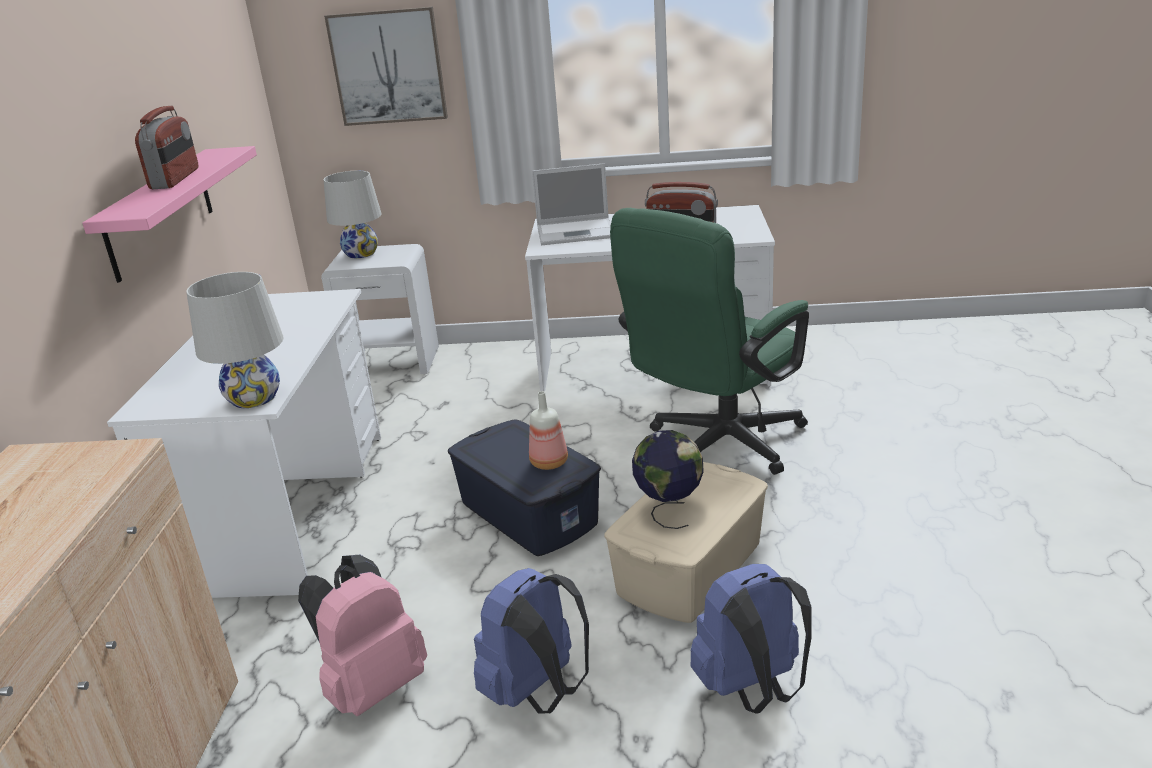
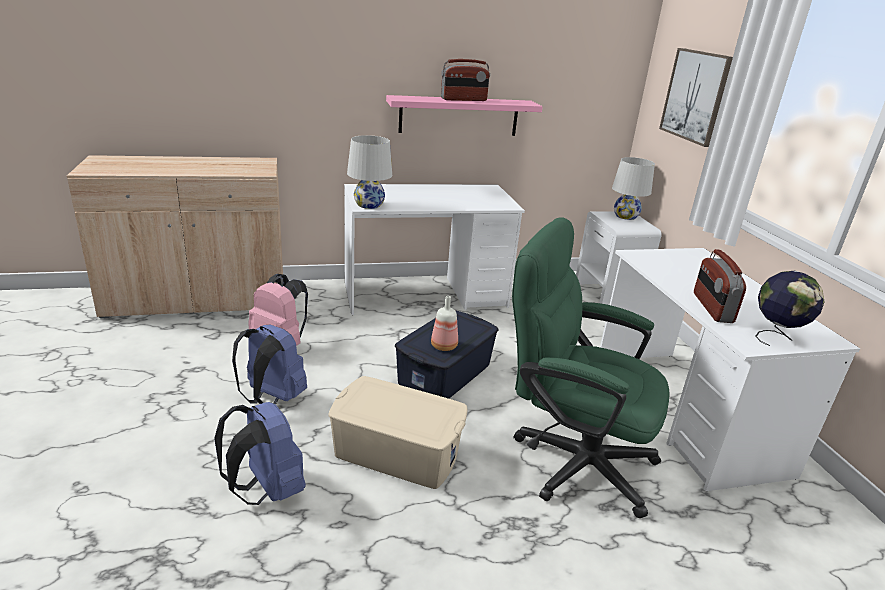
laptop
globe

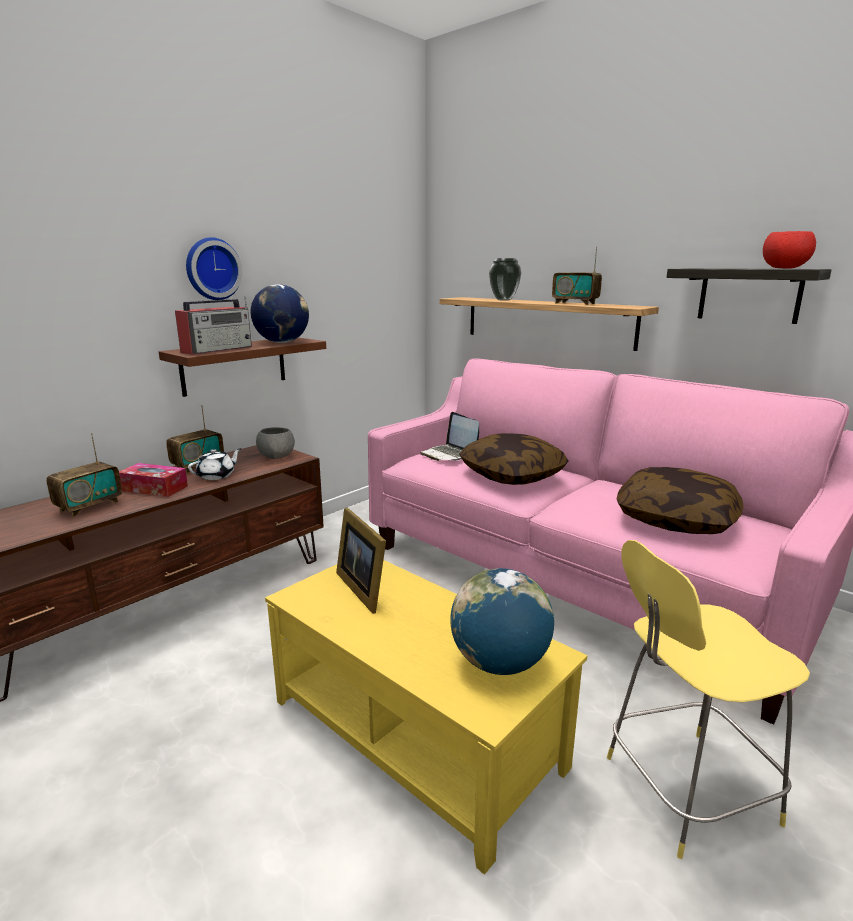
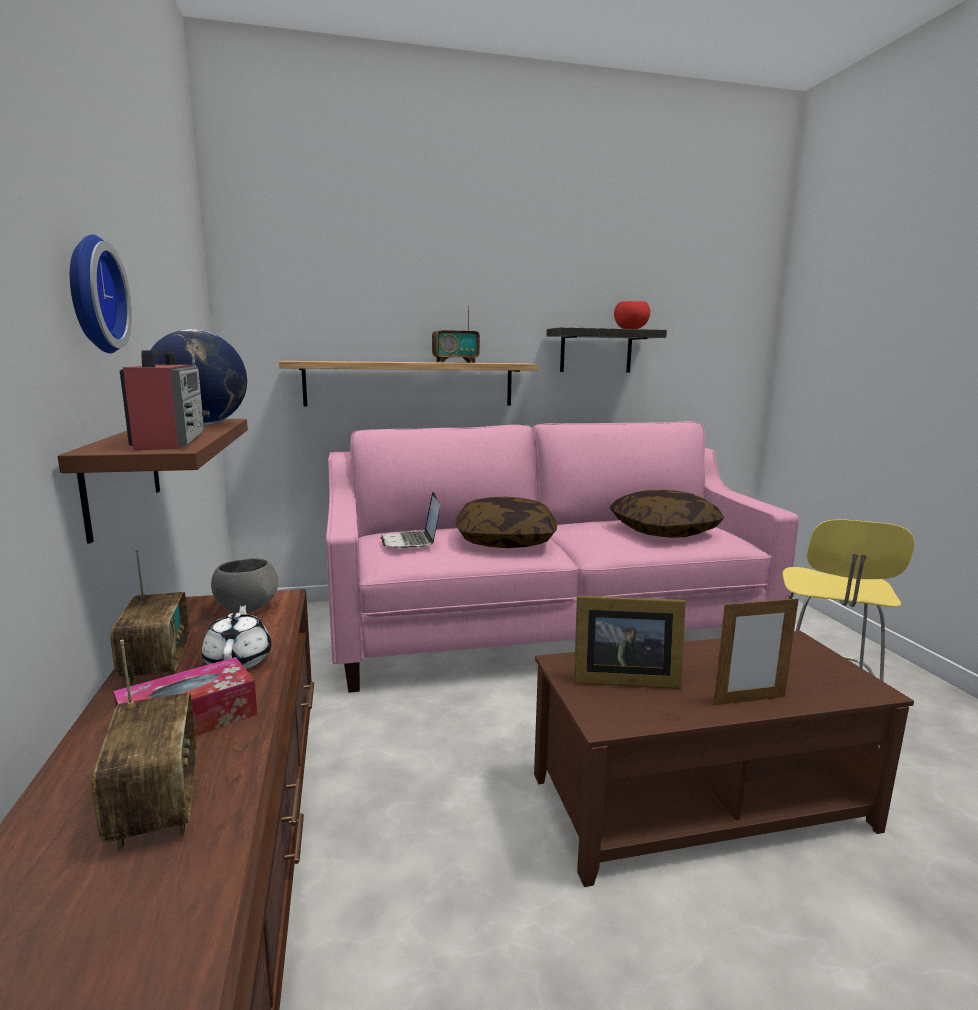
globe (2nd from left in the first image)
vase
picture frame (2nd from left)
coffee table in brown
laptop

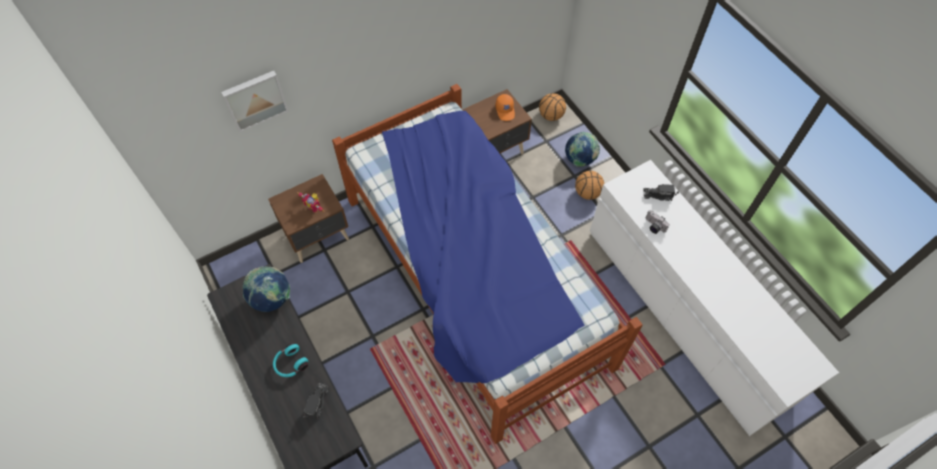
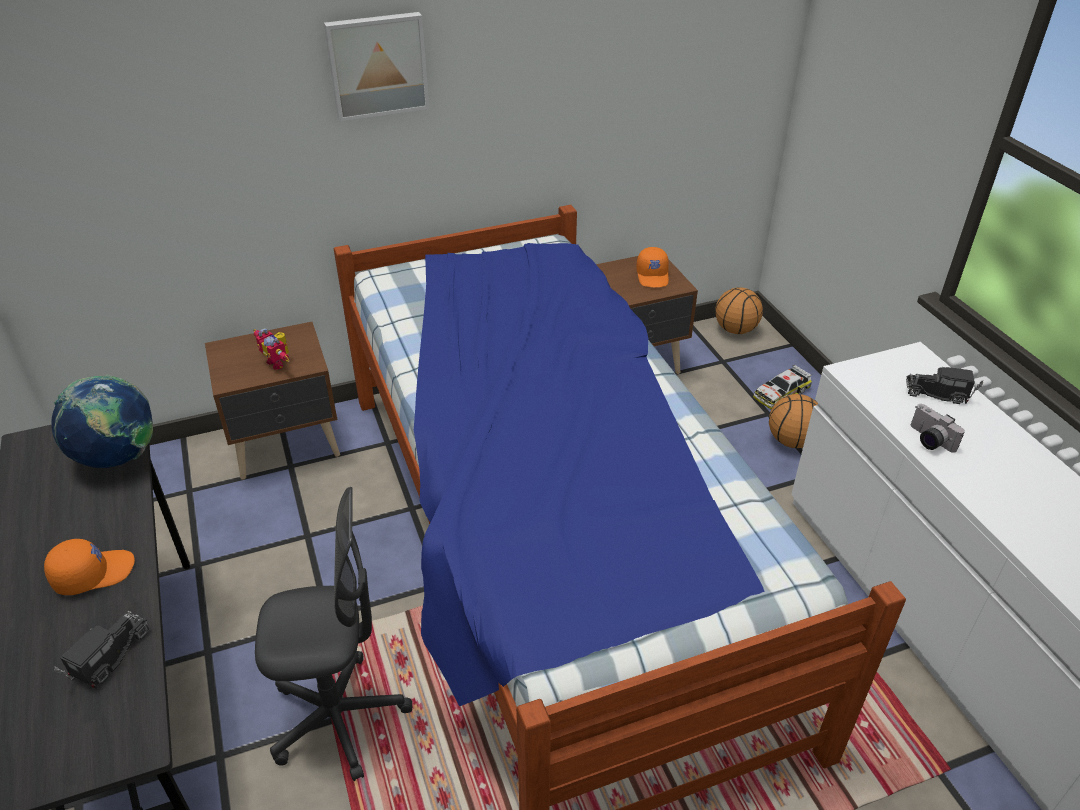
office chair in grey
picture
cap in orange (1st from left)
toy car

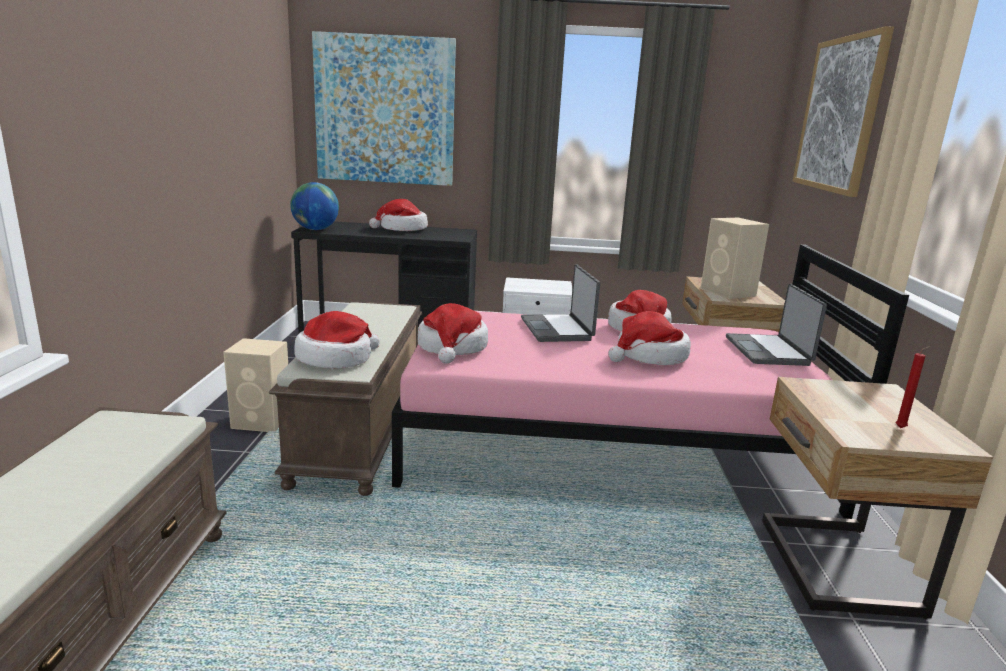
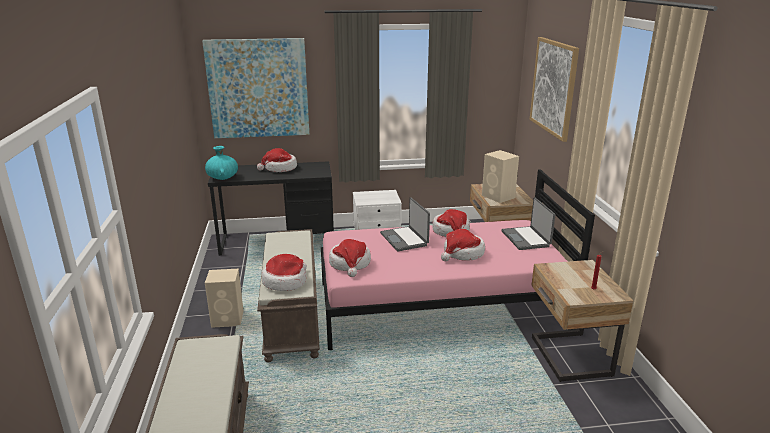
vase in turquoise

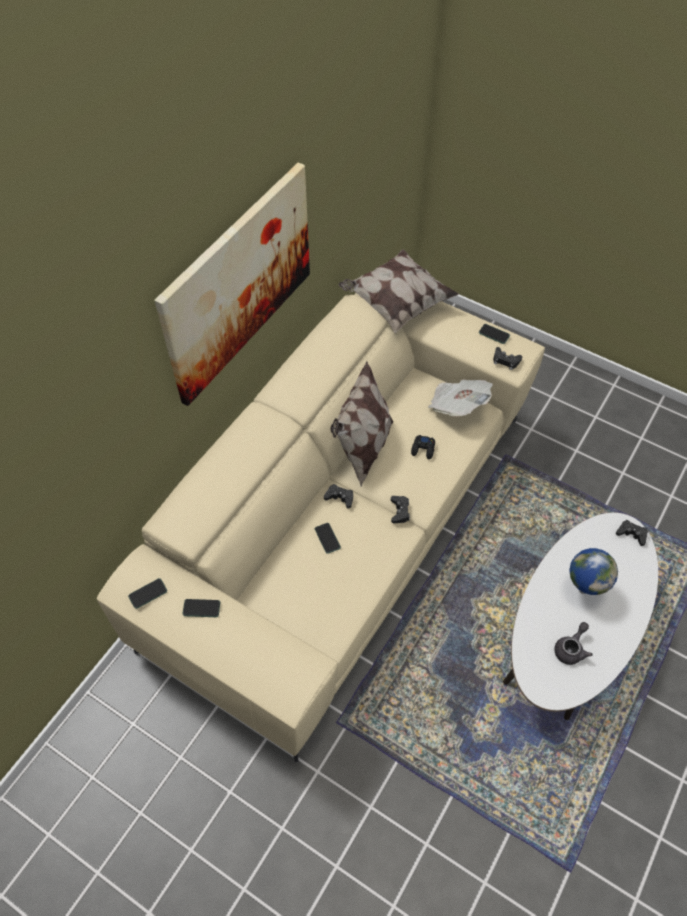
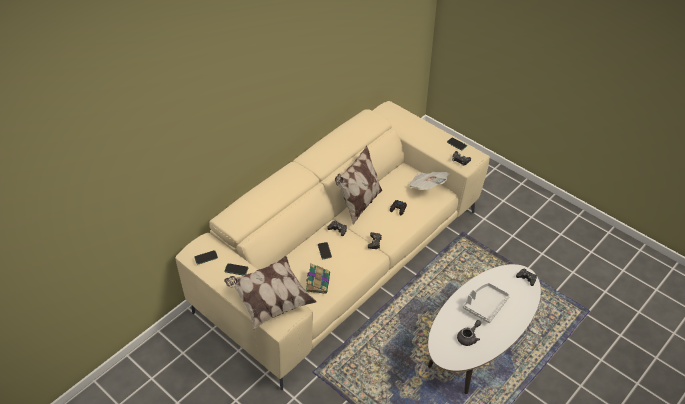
picture
book
pillow (1st from left)
tray in grey

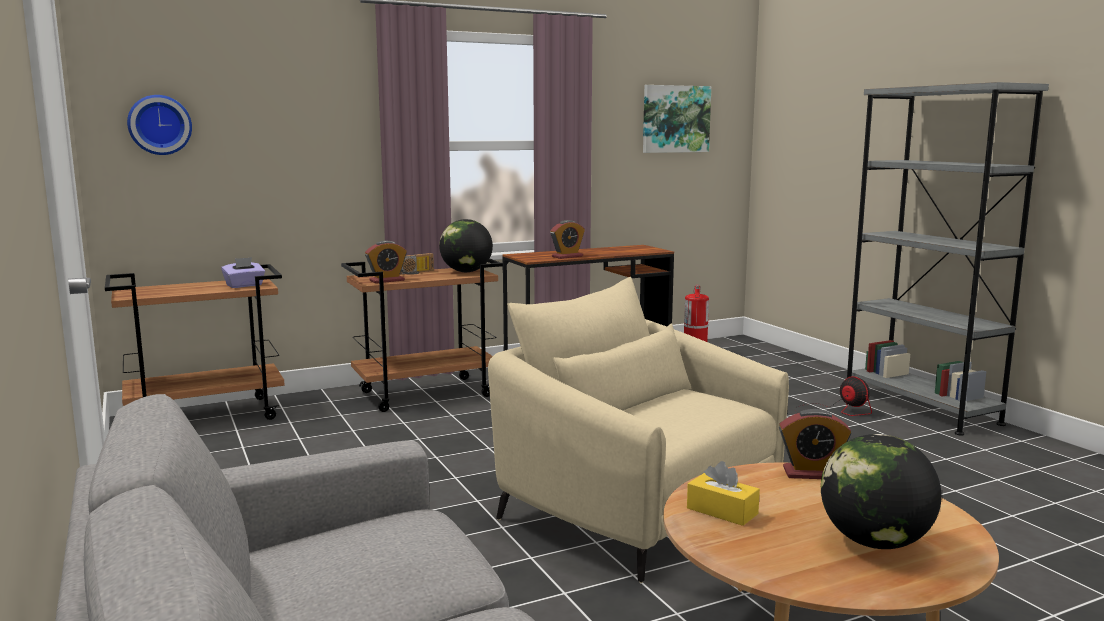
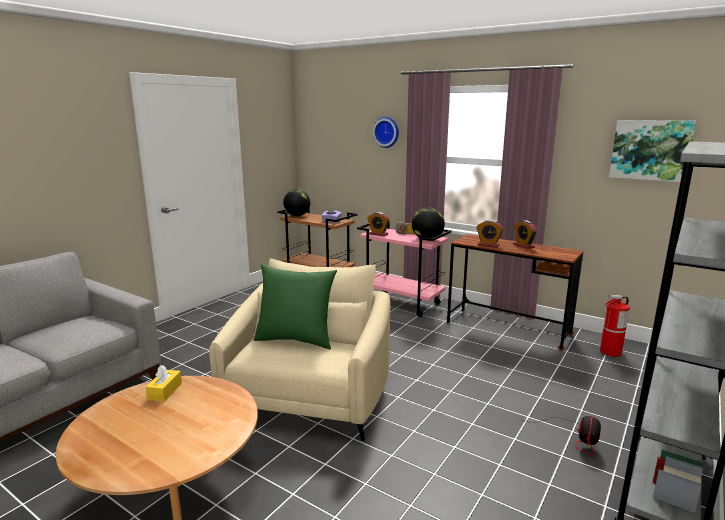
pillow in green
wall clock
alarm clock (3rd from left)
globe (1st from left)
cart in pink

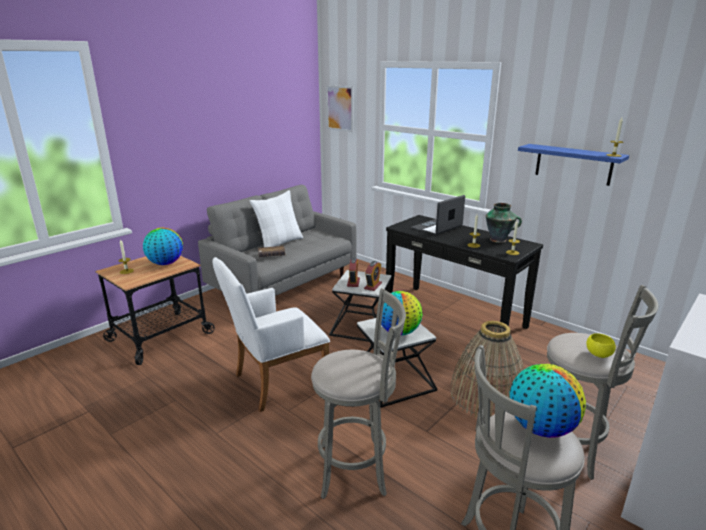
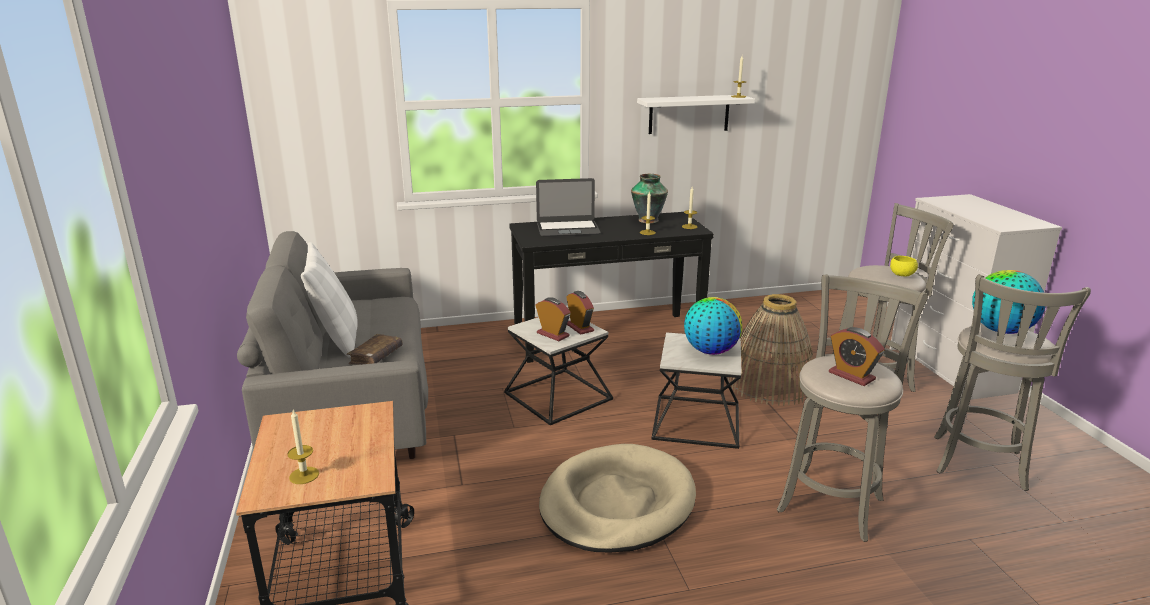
globe (1st from left in the first image)
picture
alarm clock (3rd from left)
dog bed in beige
shelf in white
laptop

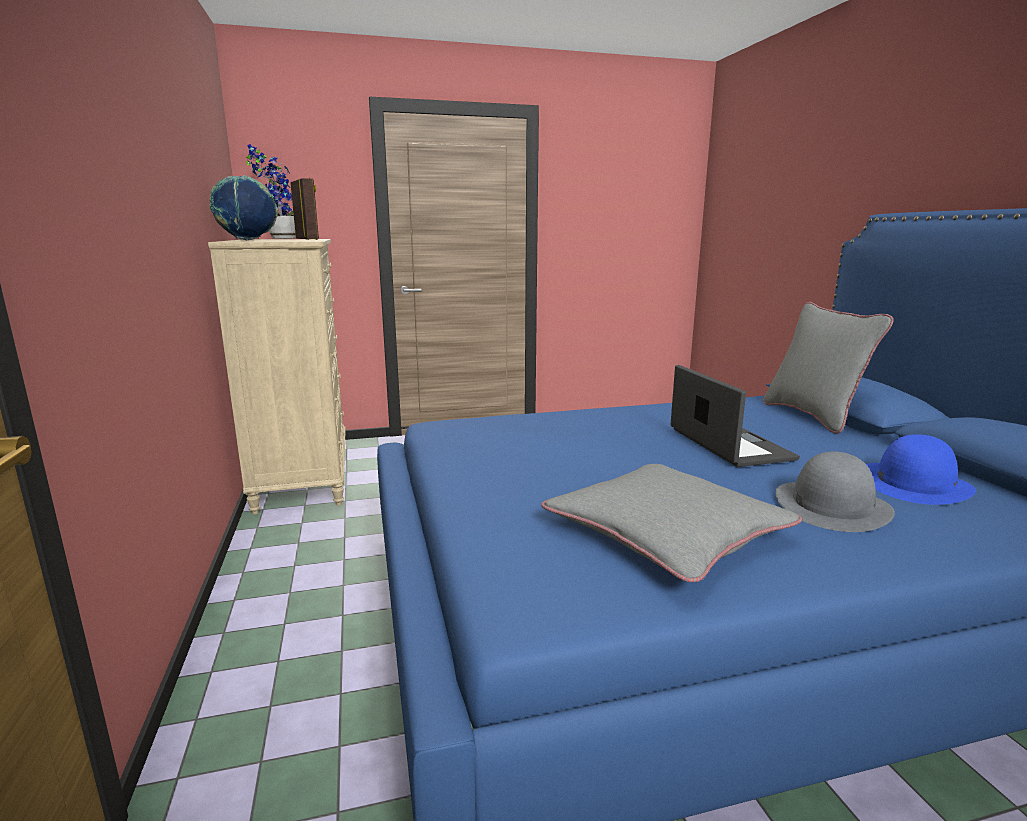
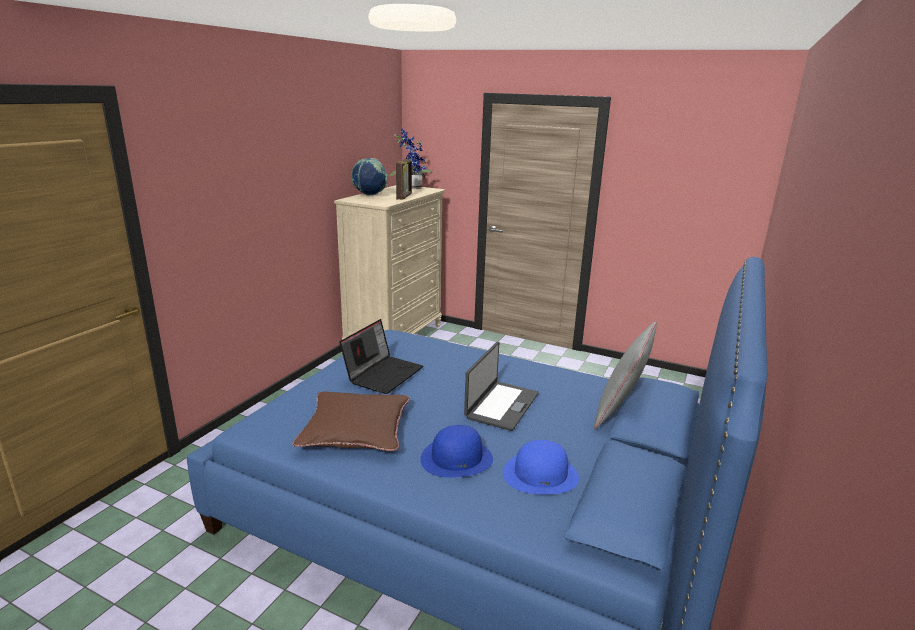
laptop (1st from left)
pillow in brown
hat in blue (1st from left)

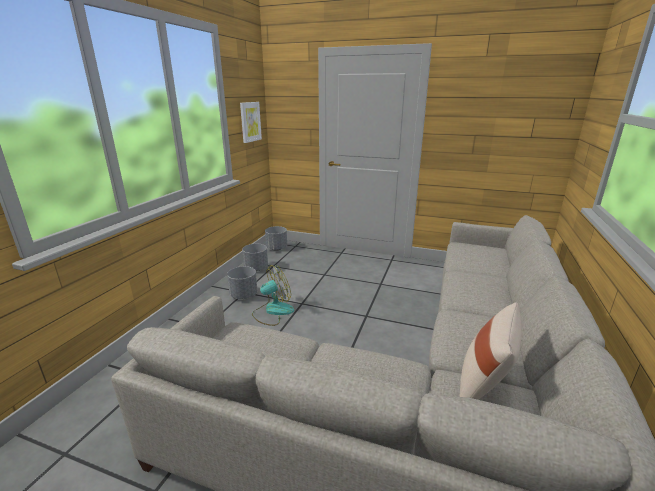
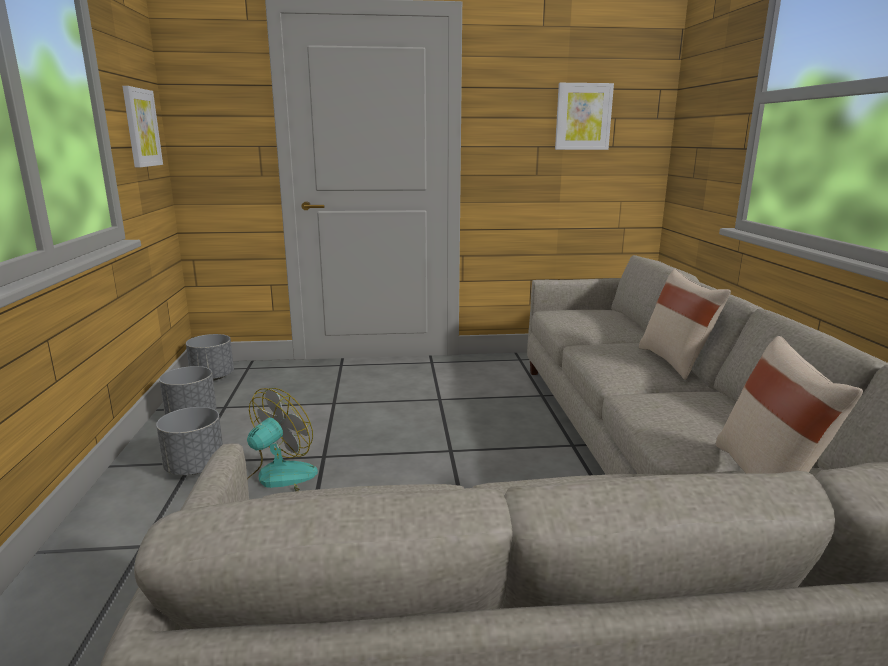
picture (2nd from left)
pillow in beige (1st from left)

